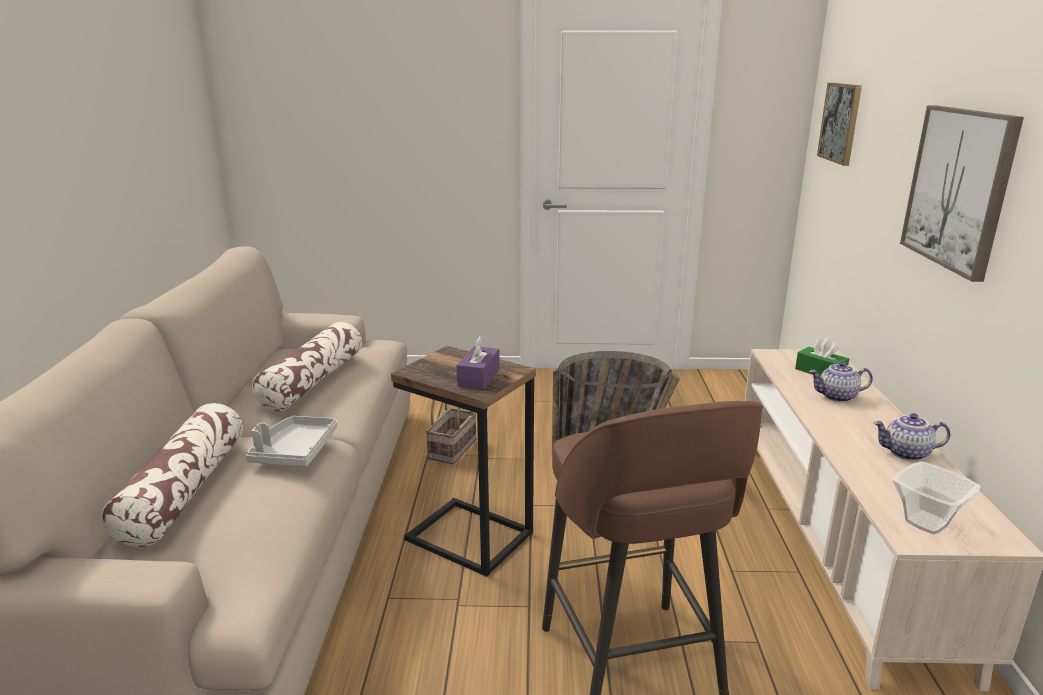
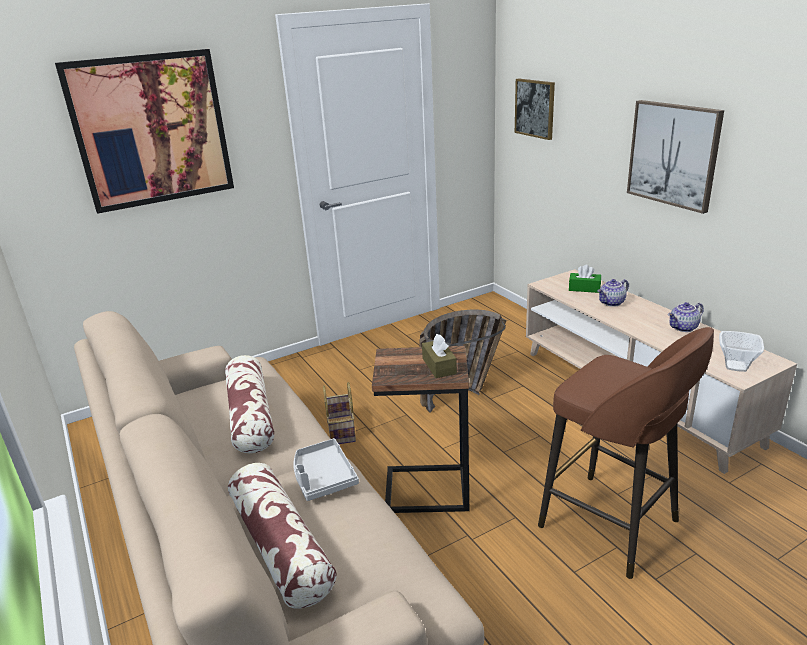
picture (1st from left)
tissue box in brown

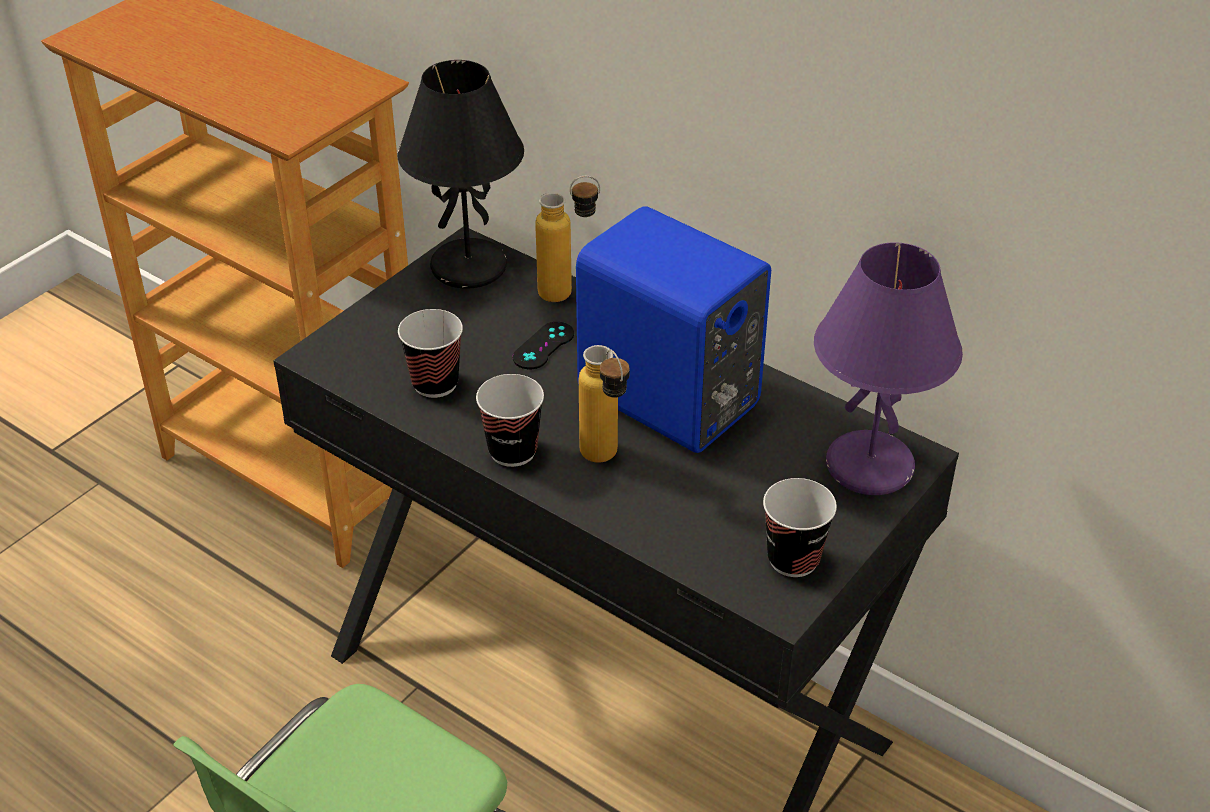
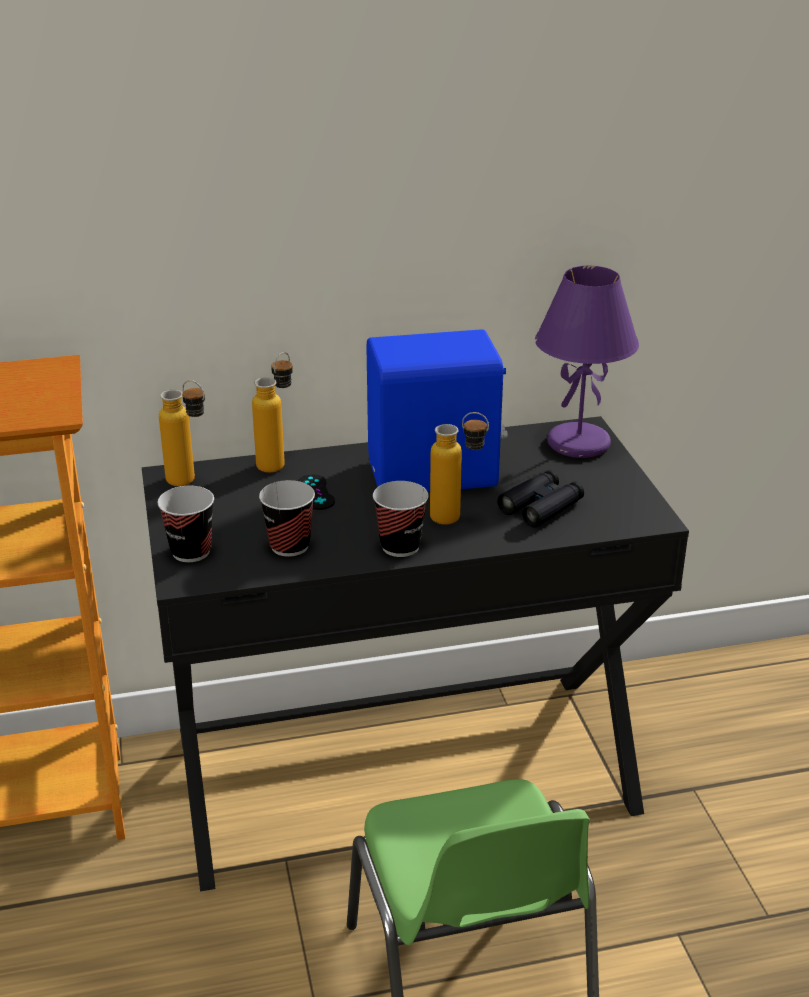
binoculars in black
cup (1st from left)
bottle (1st from left)

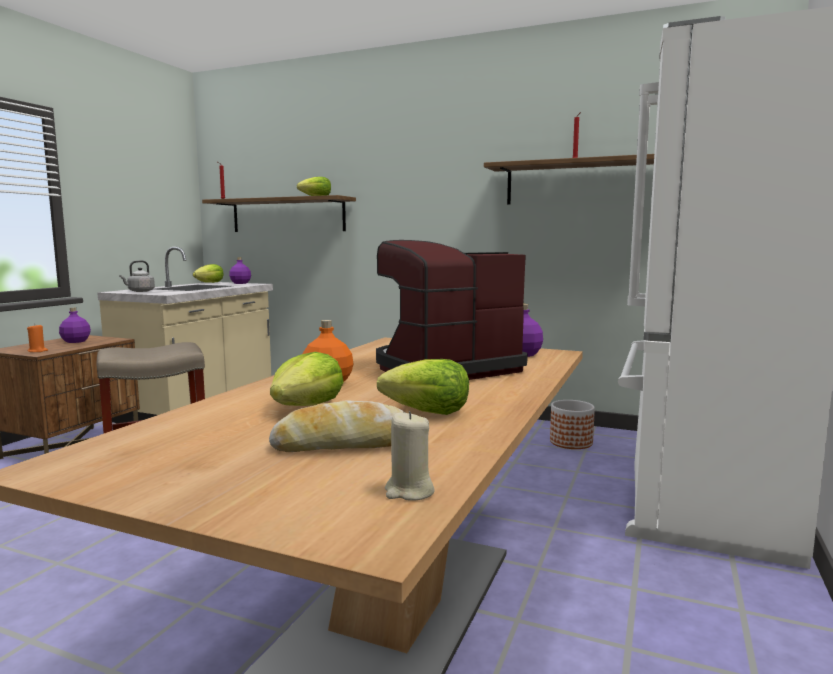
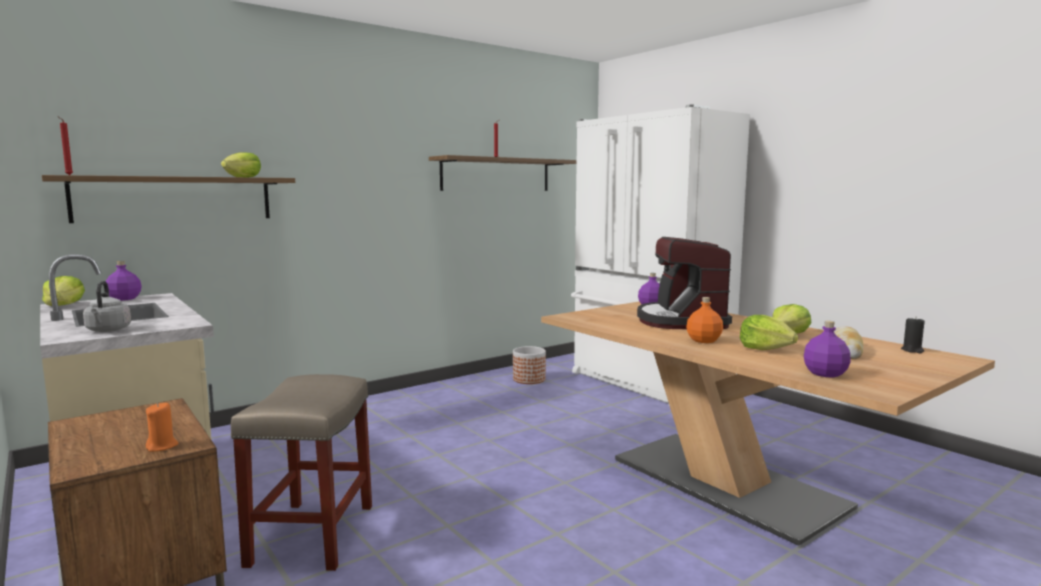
bottle in purple (3rd from left)
candle in black

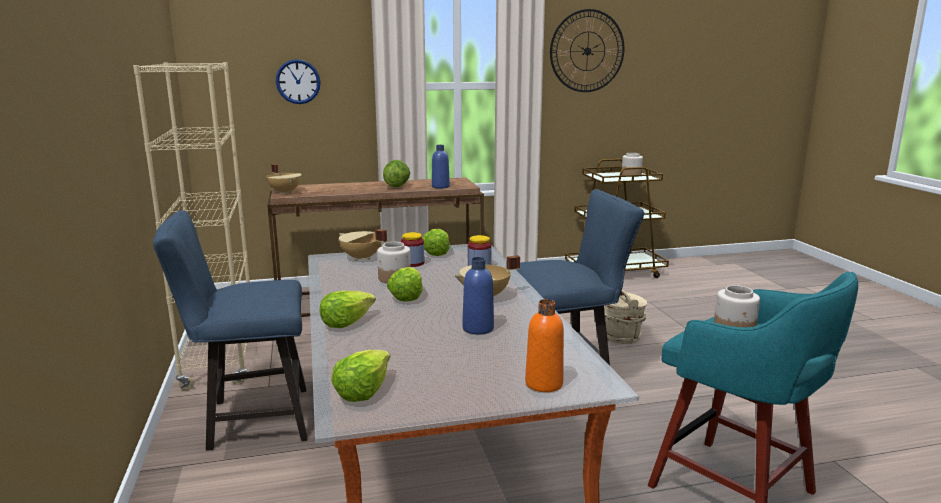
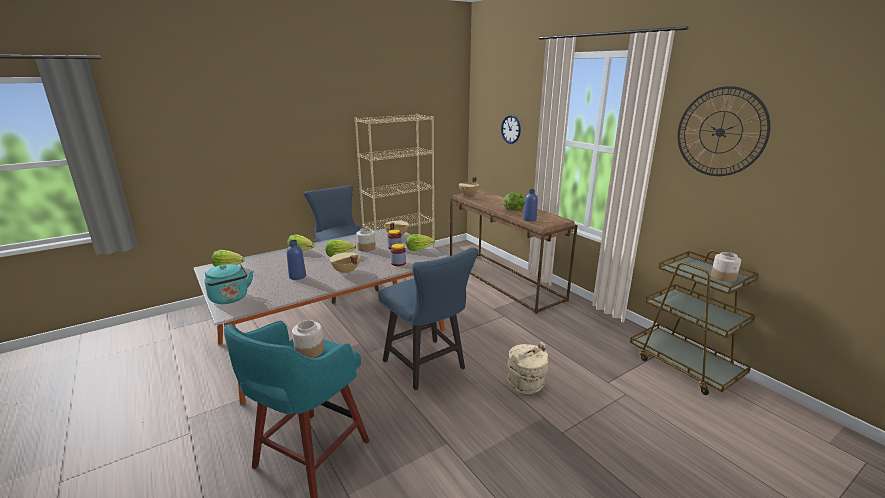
kettle in turquoise

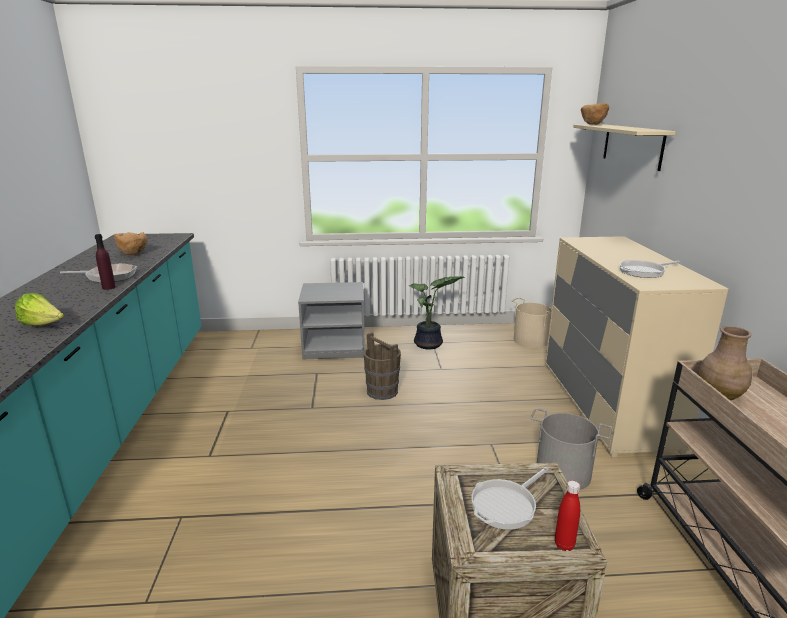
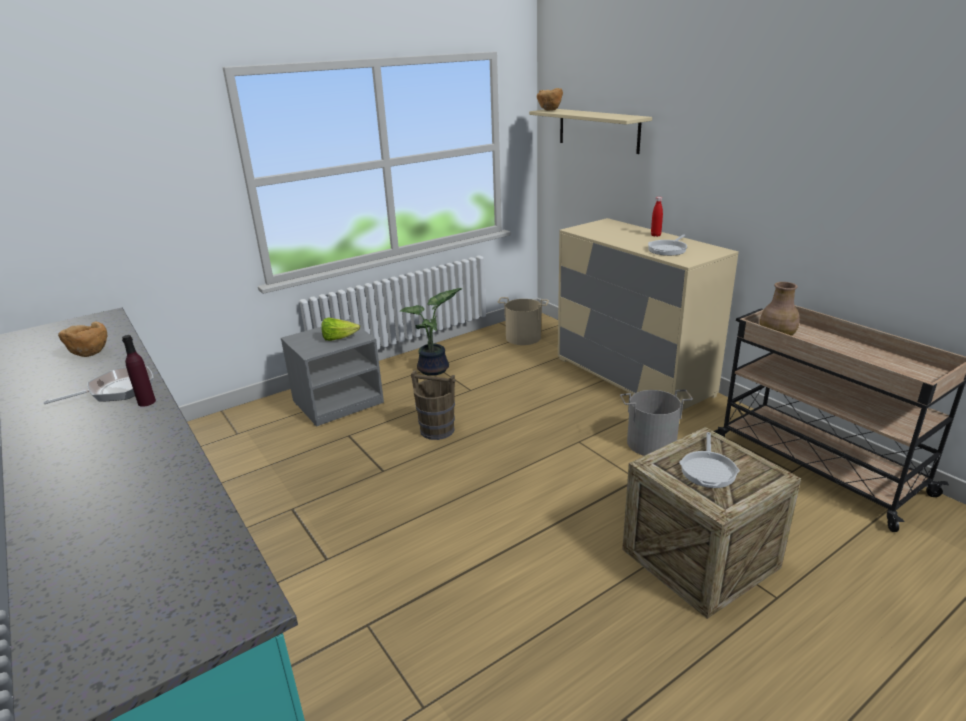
lettuce
bottle in red

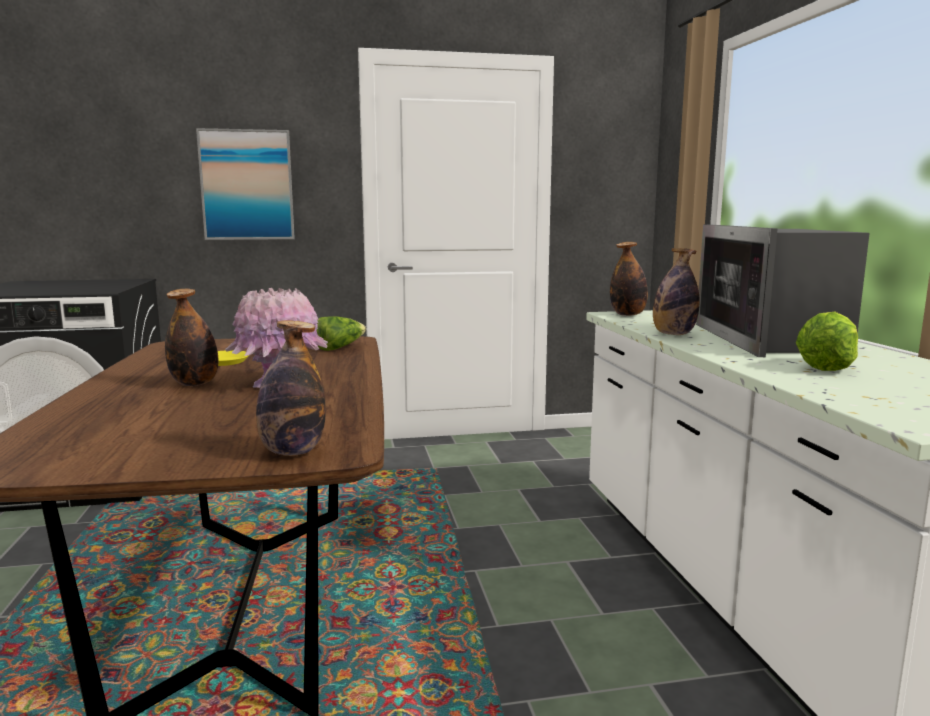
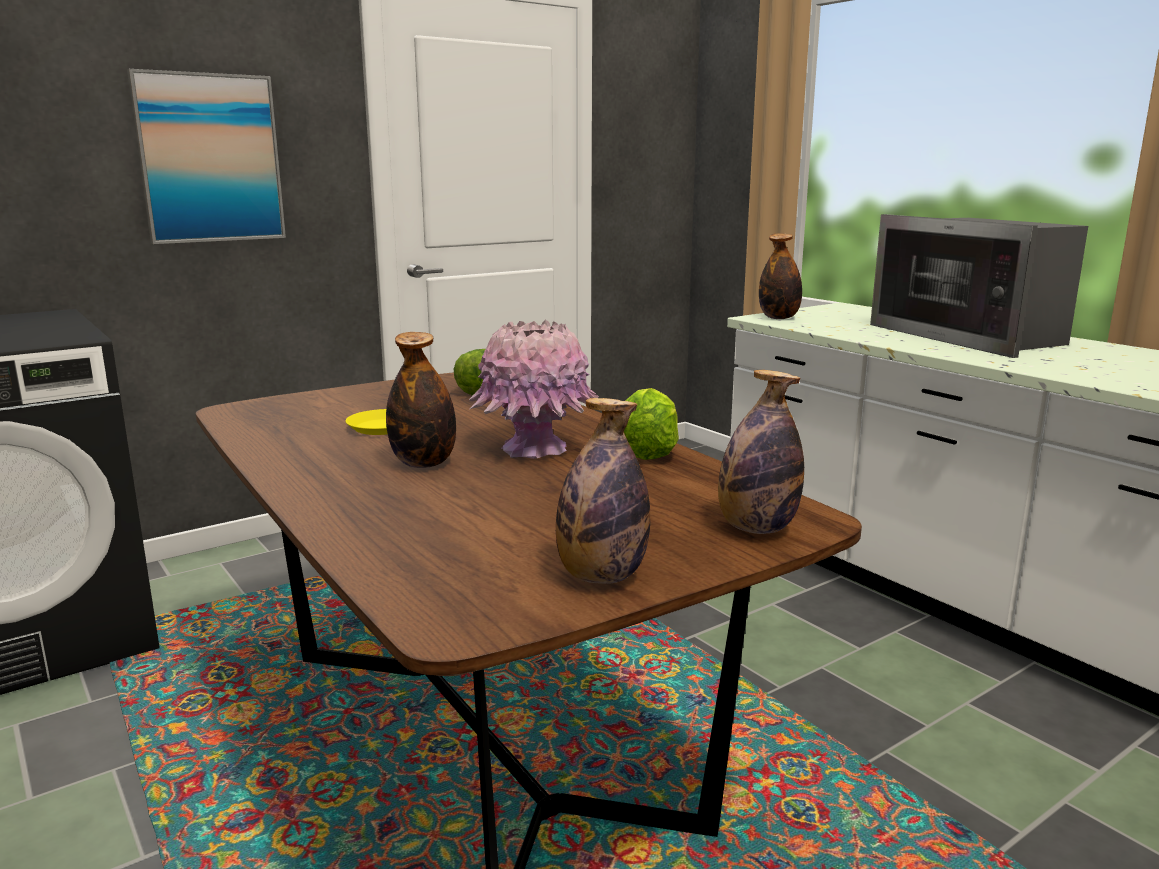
bottle (2nd from left)
lettuce (2nd from left)

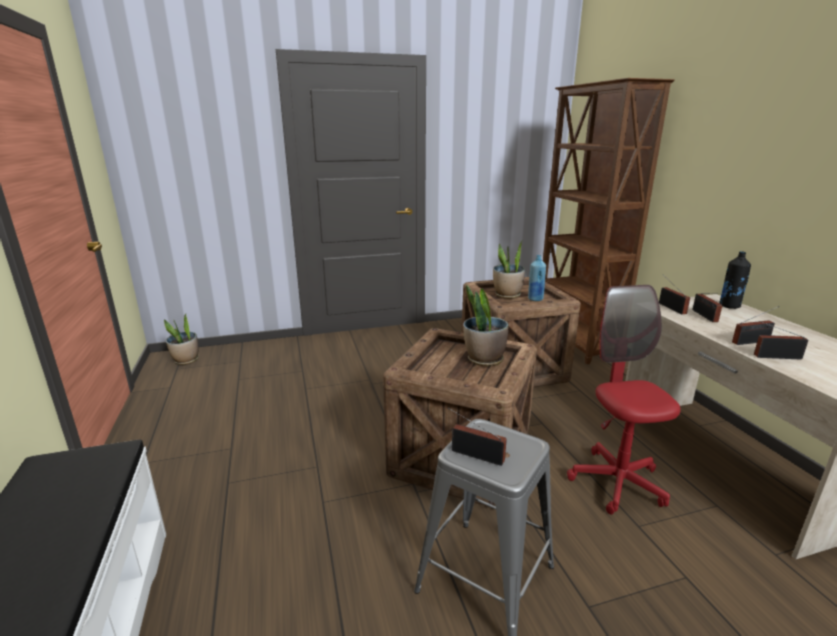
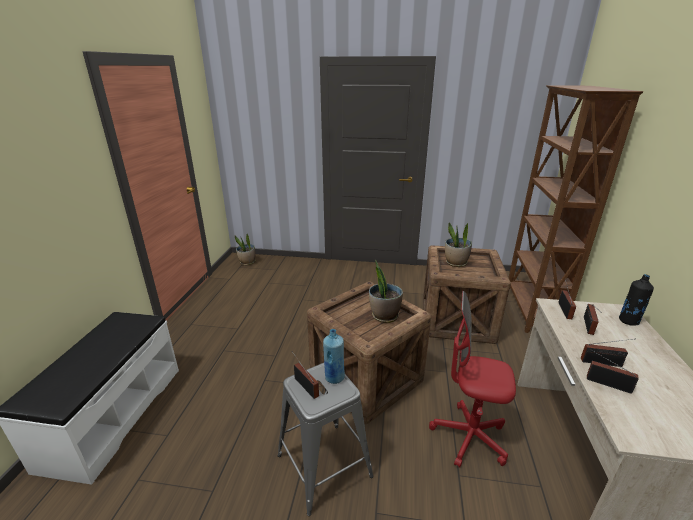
bottle in blue
office chair in red

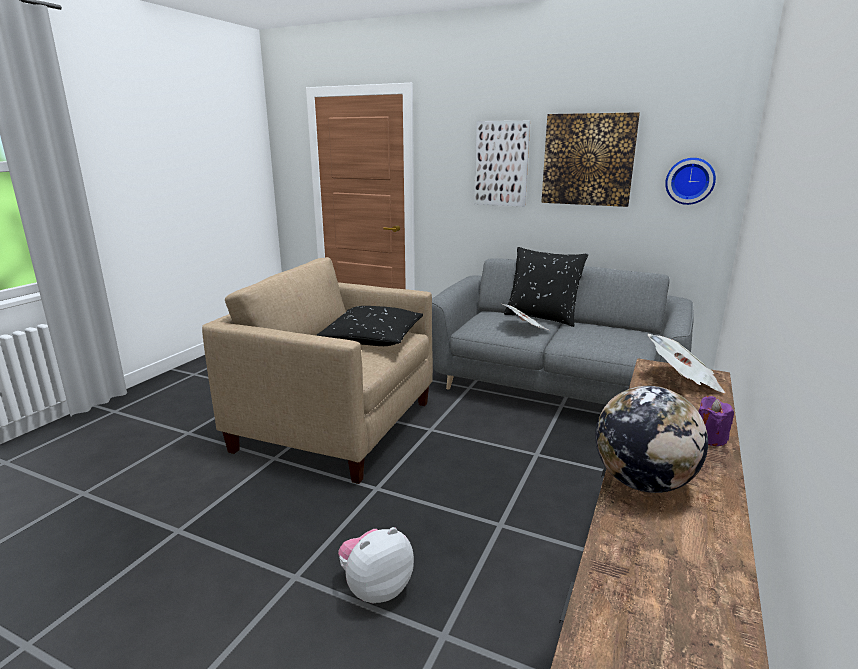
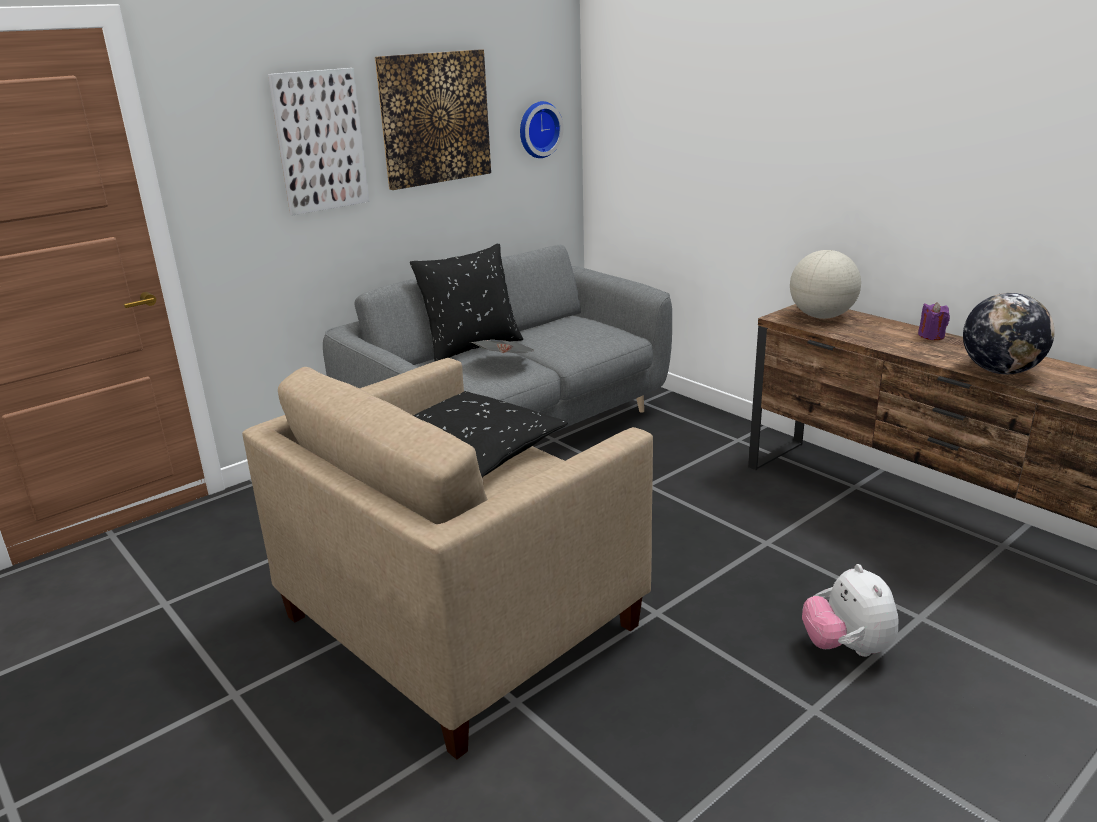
globe (1st from left)

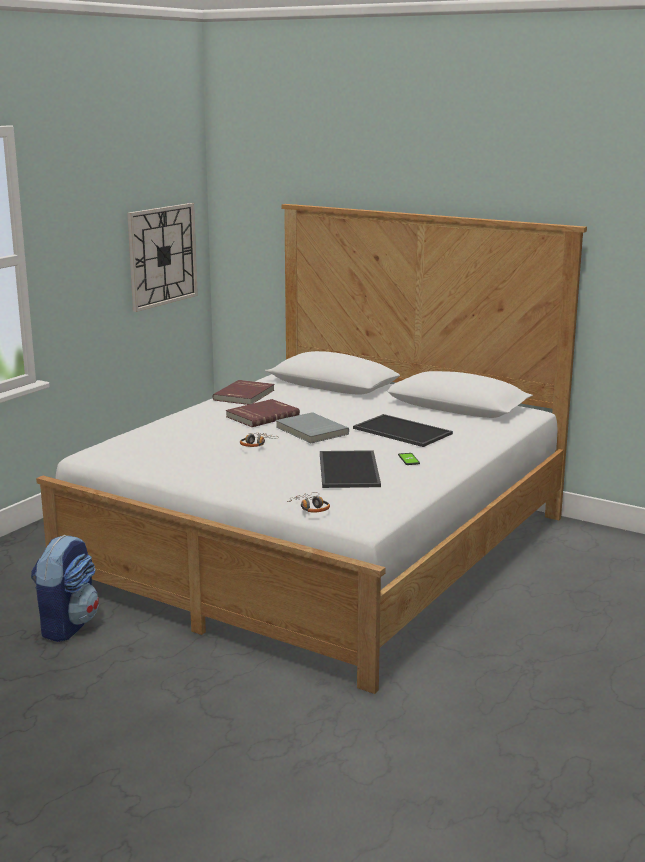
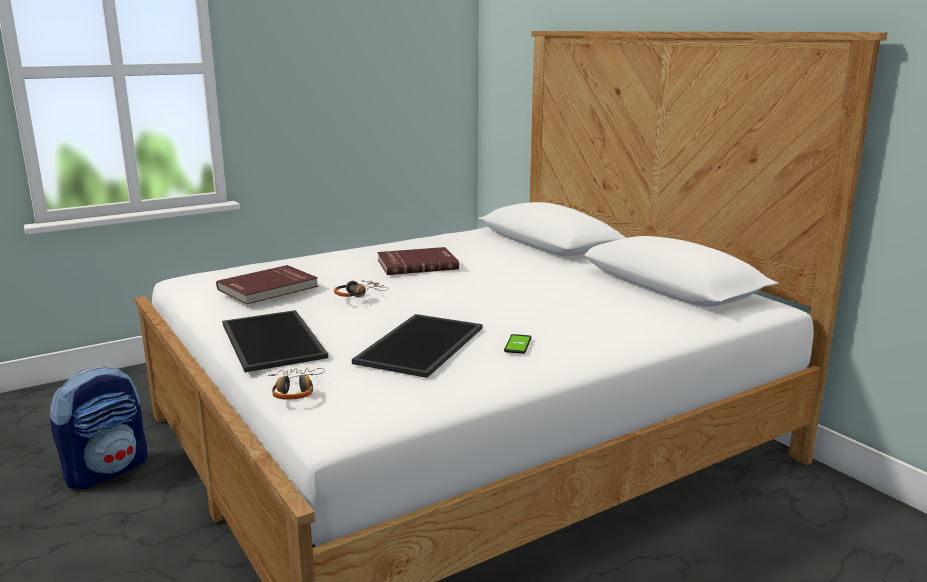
wall clock
book in grey
book in red (1st from left)
tray (1st from left)

